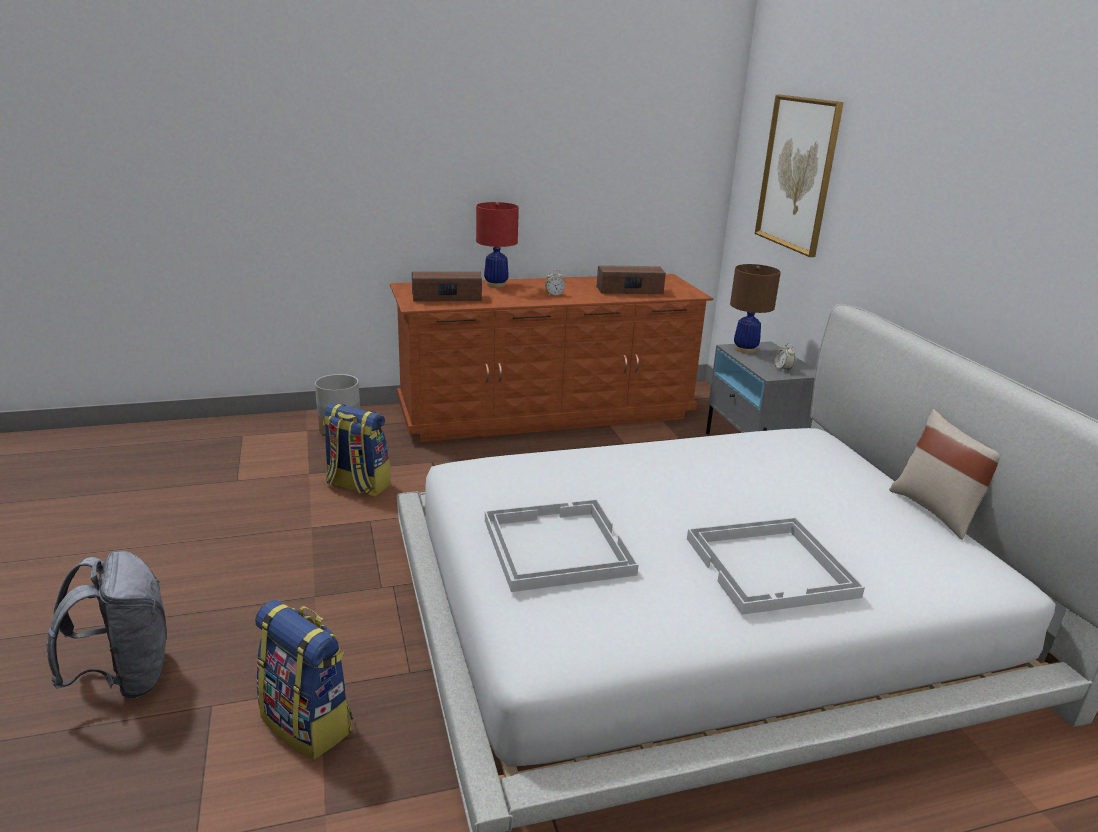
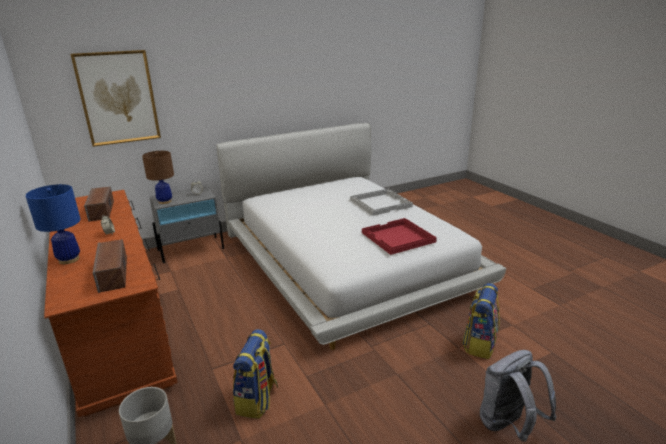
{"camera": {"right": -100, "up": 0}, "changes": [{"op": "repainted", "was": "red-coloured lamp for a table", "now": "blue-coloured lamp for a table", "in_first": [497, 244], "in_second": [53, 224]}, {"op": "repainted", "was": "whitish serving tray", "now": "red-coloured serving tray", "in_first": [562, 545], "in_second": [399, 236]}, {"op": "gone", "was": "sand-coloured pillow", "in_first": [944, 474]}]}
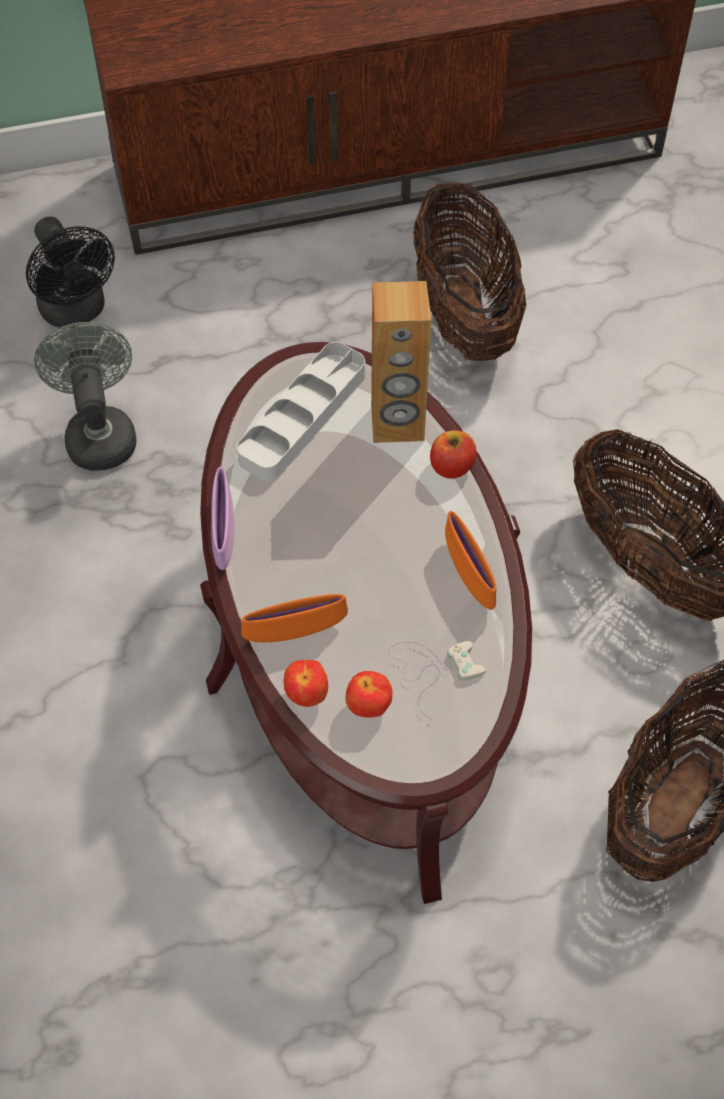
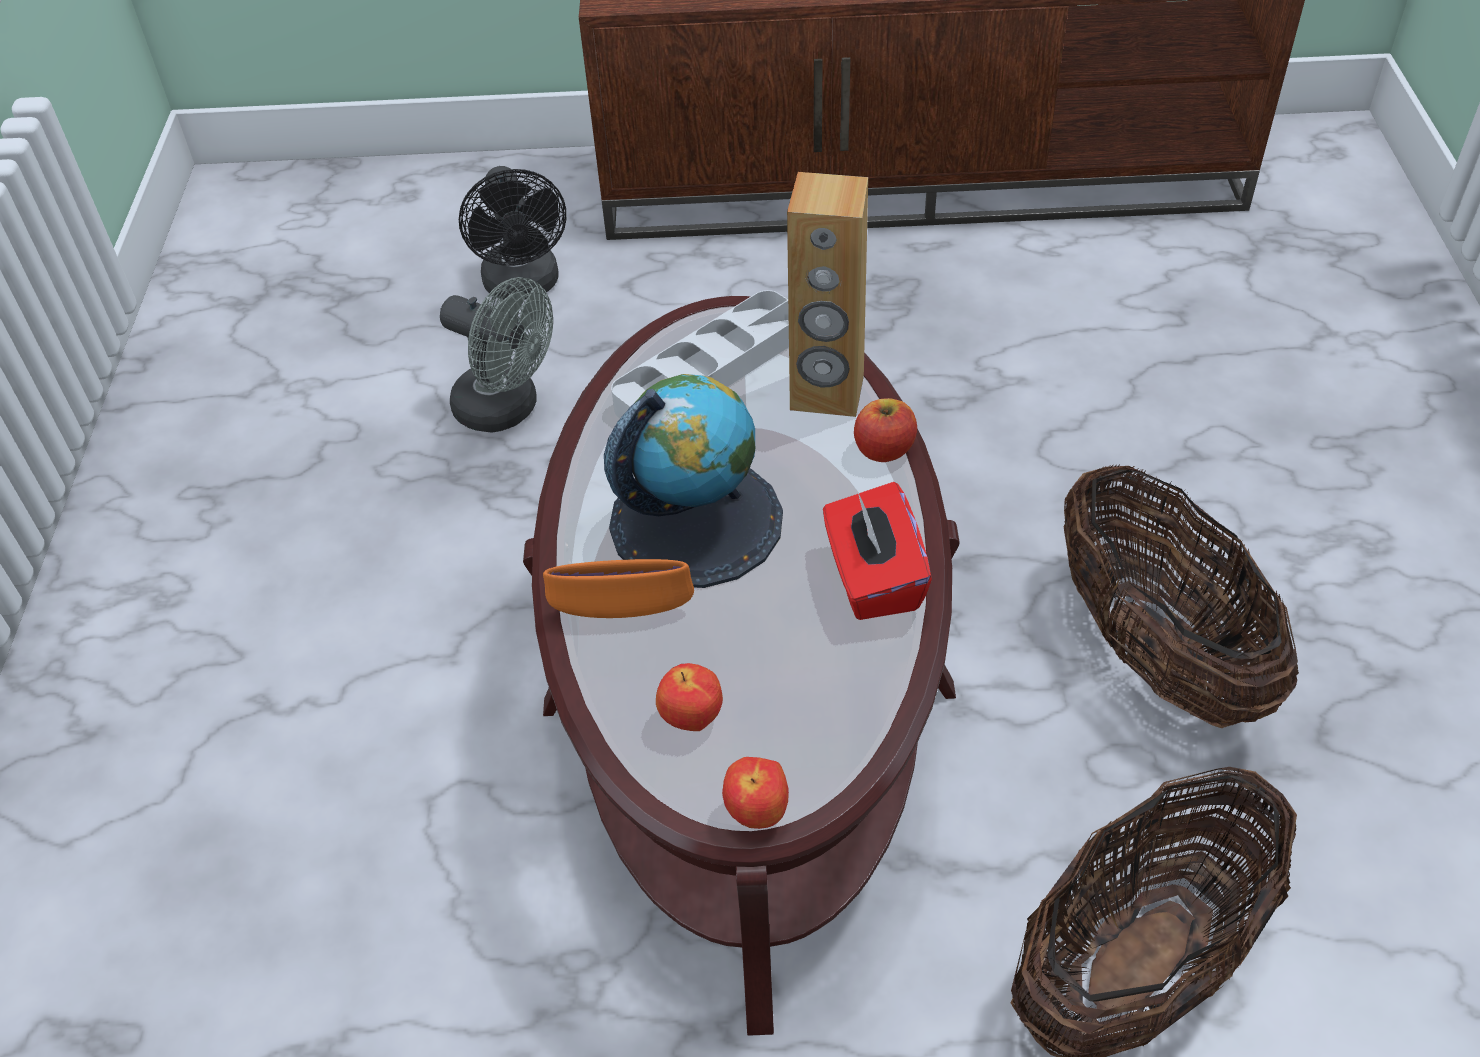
{"camera": {"right": 15, "up": -10}, "changes": [{"op": "rotated", "was": "greyish cooling fan", "in_first": [85, 396], "in_second": [496, 355], "clockwise": 120}, {"op": "new", "now": "world globe", "in_second": [693, 481]}, {"op": "shifted", "was": "apple fruit", "in_first": [306, 683], "in_second": [755, 793]}, {"op": "swapped", "was": "orange bowl", "now": "red-coloured tissue holder", "in_first": [470, 560], "in_second": [877, 551]}, {"op": "gone", "was": "purplish bowl", "in_first": [222, 518]}, {"op": "gone", "was": "whitish gamepad", "in_first": [437, 680]}, {"op": "gone", "was": "storage basket", "in_first": [469, 271]}]}
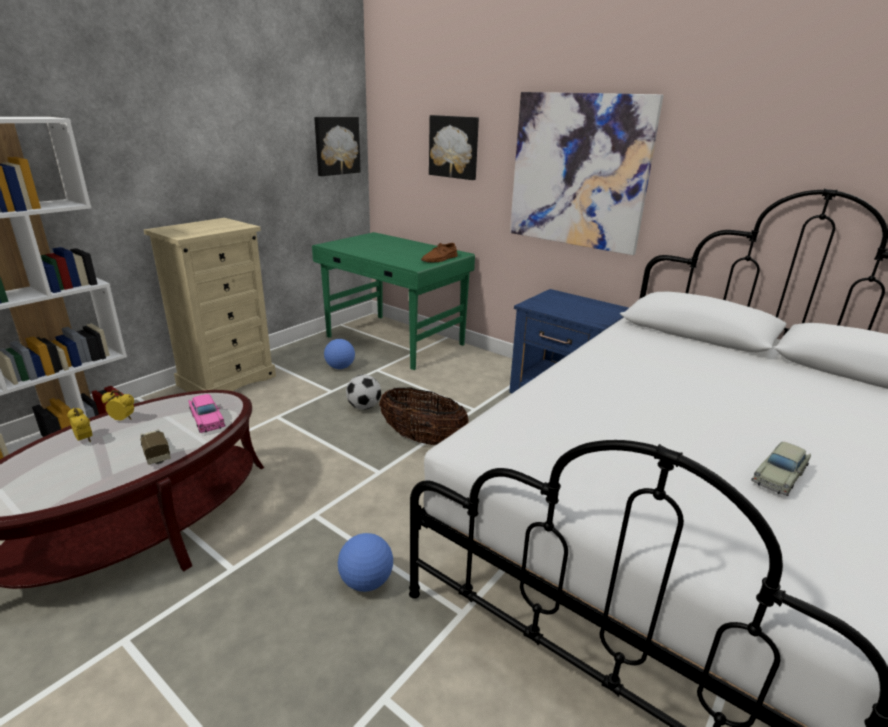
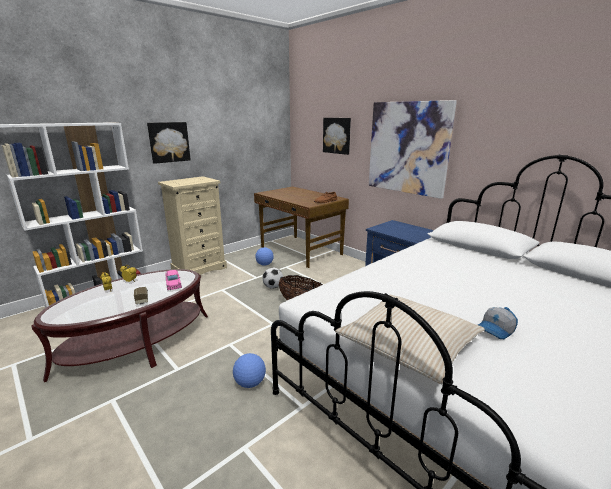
{"camera": {"right": 10, "up": -5}, "changes": [{"op": "shifted", "was": "picture", "in_first": [337, 146], "in_second": [169, 143]}, {"op": "repainted", "was": "green desk table", "now": "brownish desk table", "in_first": [393, 301], "in_second": [301, 227]}, {"op": "new", "now": "sand-coloured pillow", "in_second": [410, 339]}, {"op": "swapped", "was": "sand-coloured model car", "now": "baseball cap", "in_first": [781, 469], "in_second": [498, 323]}]}
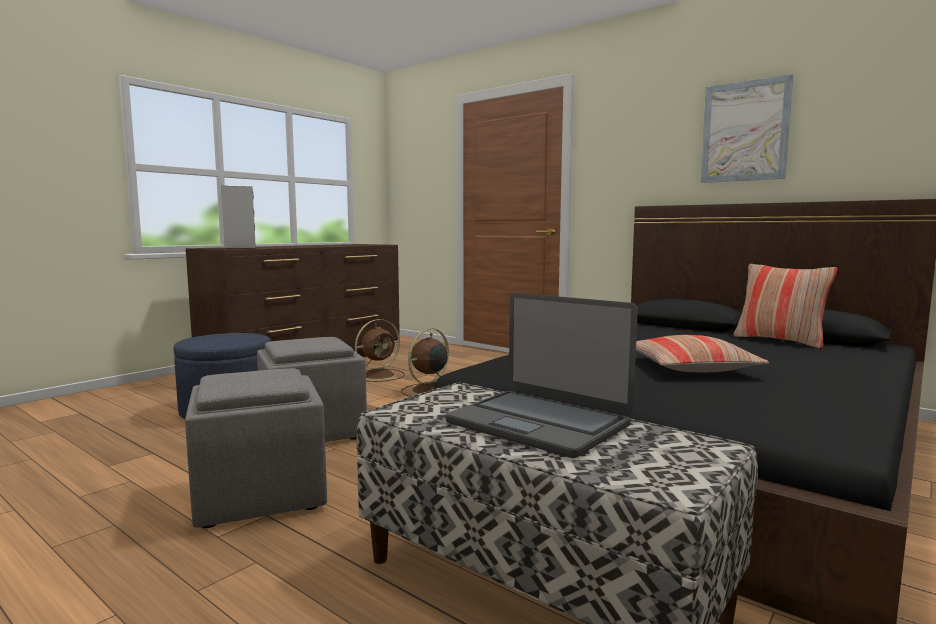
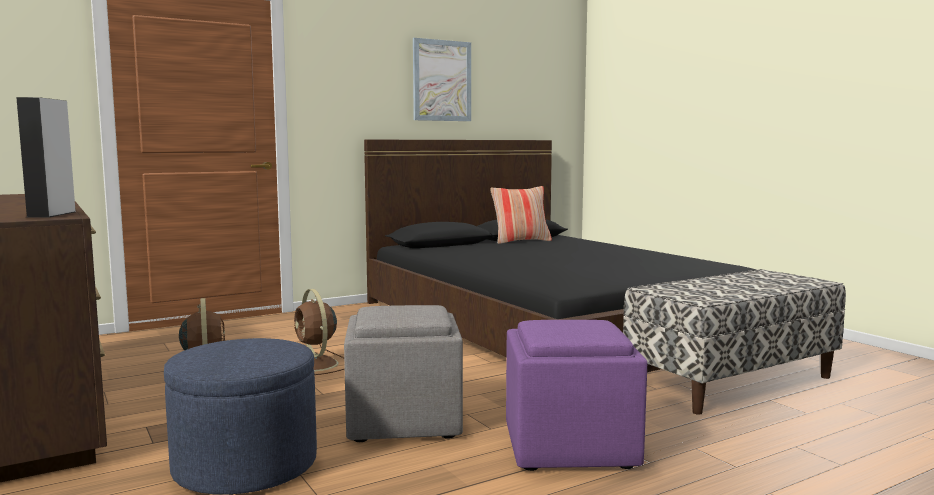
{"camera": {"right": -70, "up": 0}, "changes": [{"op": "repainted", "was": "greyish pouffe", "now": "purplish pouffe", "in_first": [256, 448], "in_second": [576, 395]}, {"op": "gone", "was": "laptop", "in_first": [542, 375]}, {"op": "gone", "was": "pillow", "in_first": [702, 353]}]}
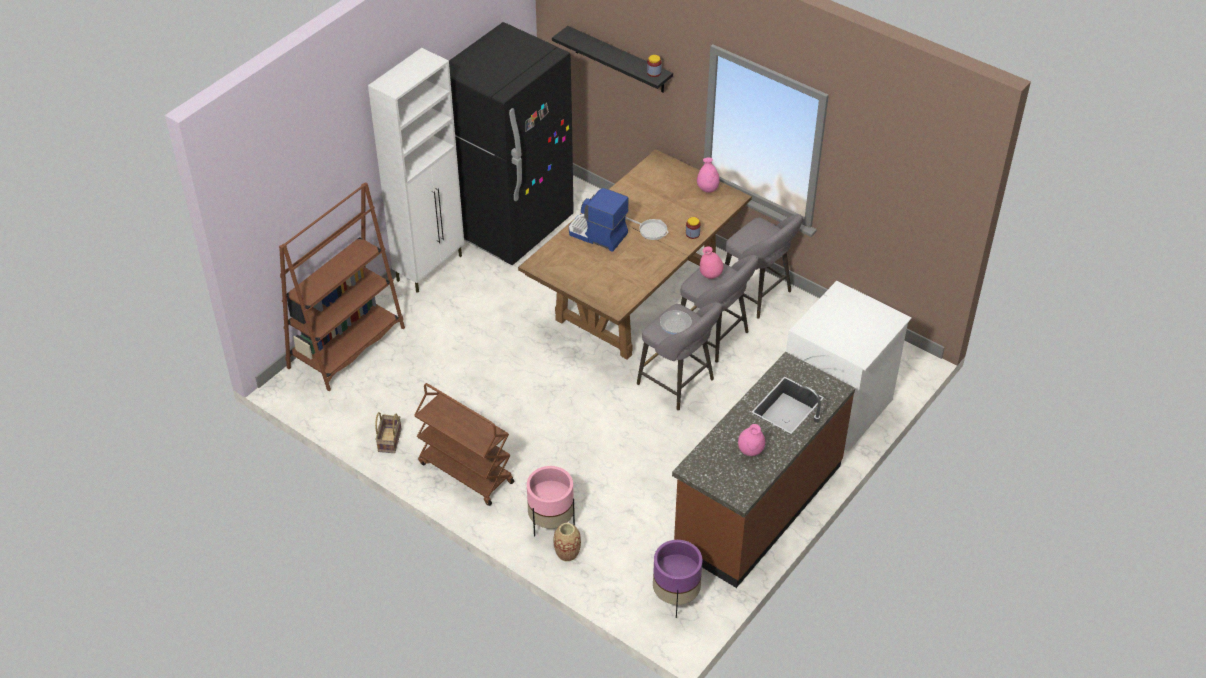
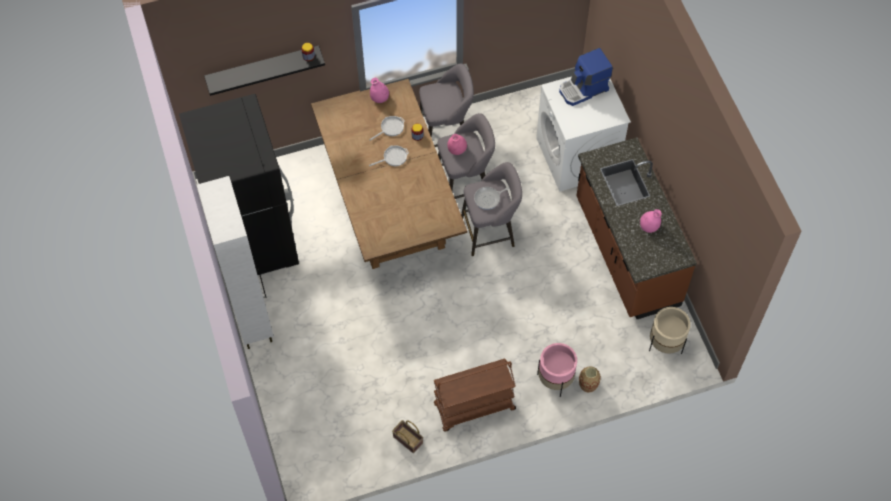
{"camera": {"right": -55, "up": 15}, "changes": [{"op": "new", "now": "pan", "in_second": [387, 128]}, {"op": "shifted", "was": "coffee maker", "in_first": [599, 220], "in_second": [586, 77]}, {"op": "repainted", "was": "purplish plant pot", "now": "sand-coloured plant pot", "in_first": [677, 579], "in_second": [670, 330]}, {"op": "gone", "was": "brownish bookcase", "in_first": [342, 286]}]}
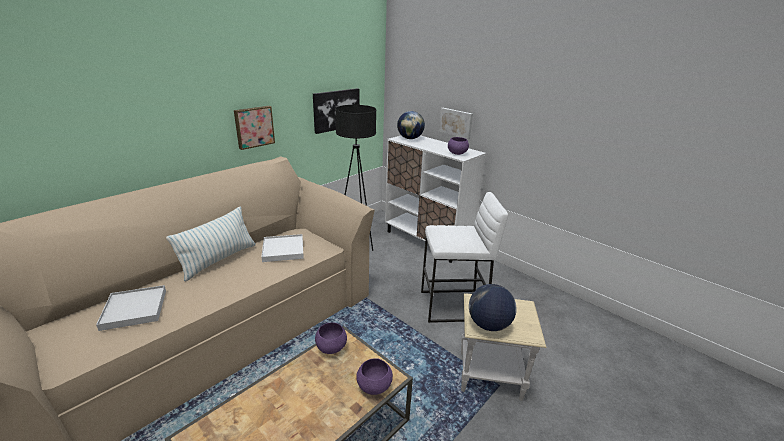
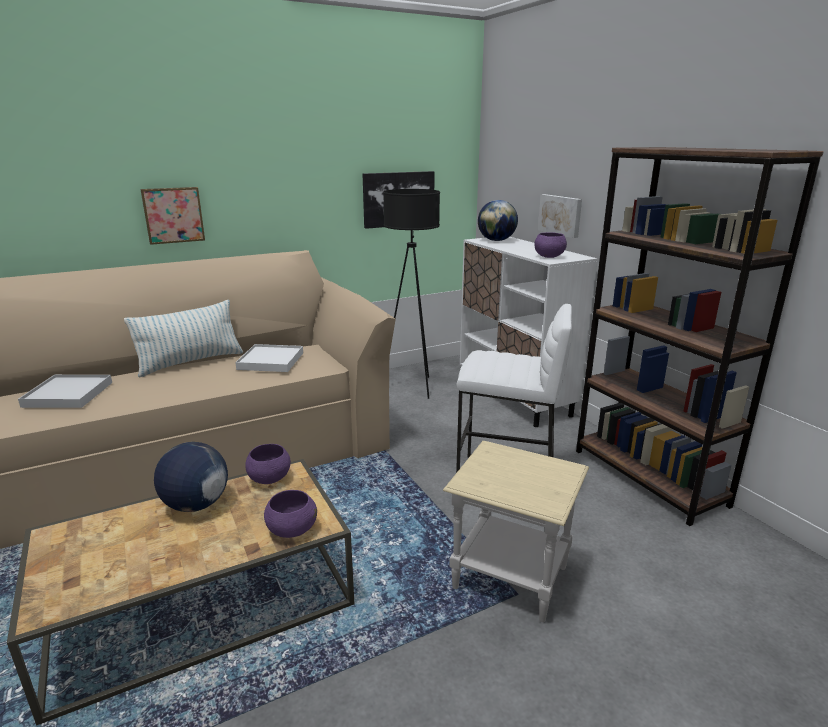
{"camera": {"right": 20, "up": -5}, "changes": [{"op": "shifted", "was": "picture", "in_first": [254, 128], "in_second": [172, 216]}, {"op": "shifted", "was": "world globe", "in_first": [493, 307], "in_second": [191, 477]}, {"op": "new", "now": "brownish bookcase", "in_second": [700, 336]}]}
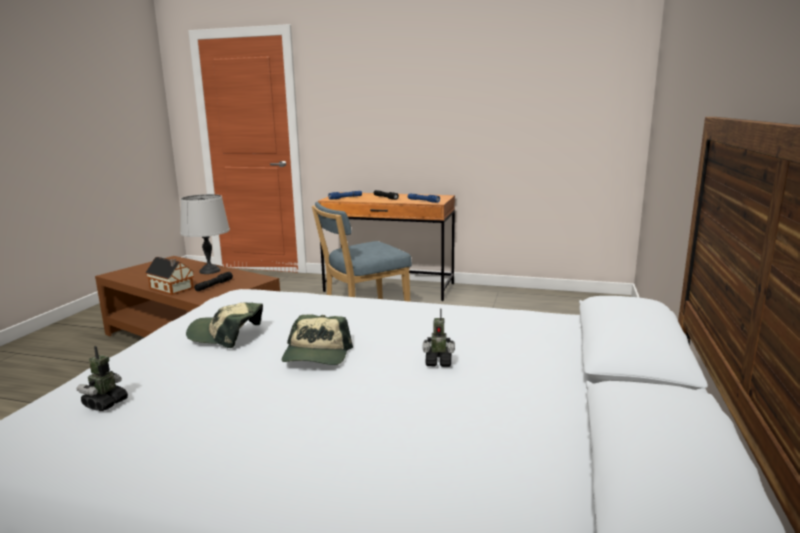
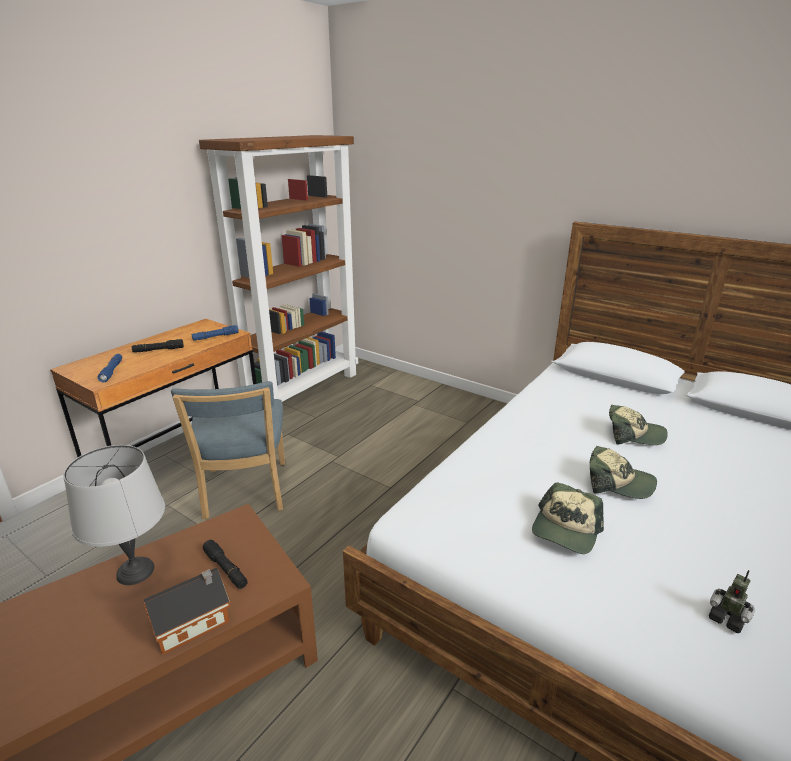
{"camera": {"right": -70, "up": 10}, "changes": [{"op": "new", "now": "brownish bookcase", "in_second": [278, 268]}, {"op": "swapped", "was": "model robot", "now": "baseball cap", "in_first": [438, 337], "in_second": [638, 425]}]}
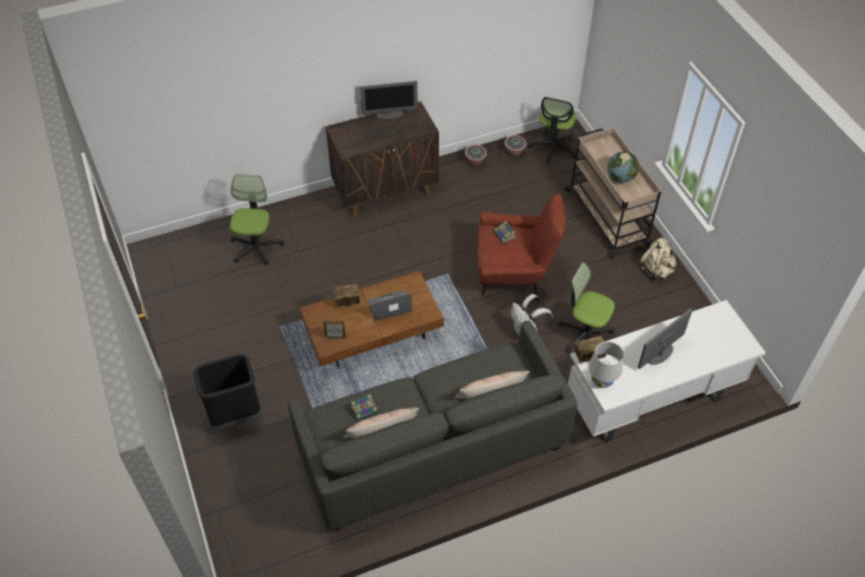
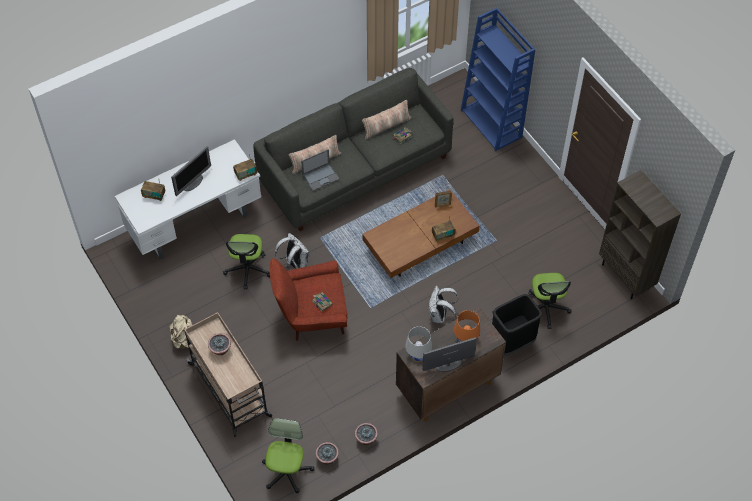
{"camera": {"right": 170, "up": 5}, "changes": [{"op": "new", "now": "radio receiver", "in_second": [153, 189]}, {"op": "swapped", "was": "world globe", "now": "plant in a pot", "in_first": [623, 167], "in_second": [219, 344]}, {"op": "rotated", "was": "office chair", "in_first": [586, 308], "in_second": [246, 261], "clockwise": 75}, {"op": "shifted", "was": "laptop", "in_first": [390, 305], "in_second": [320, 170]}, {"op": "shifted", "was": "whitish lamp for a table", "in_first": [606, 364], "in_second": [418, 344]}, {"op": "new", "now": "whitish knapsack", "in_second": [444, 304]}, {"op": "new", "now": "orange lamp for a table", "in_second": [467, 326]}, {"op": "new", "now": "blue-coloured bookcase", "in_second": [498, 79]}, {"op": "shifted", "was": "blackish rubbish bin", "in_first": [227, 391], "in_second": [517, 325]}, {"op": "new", "now": "brownish bookcase", "in_second": [640, 234]}]}
